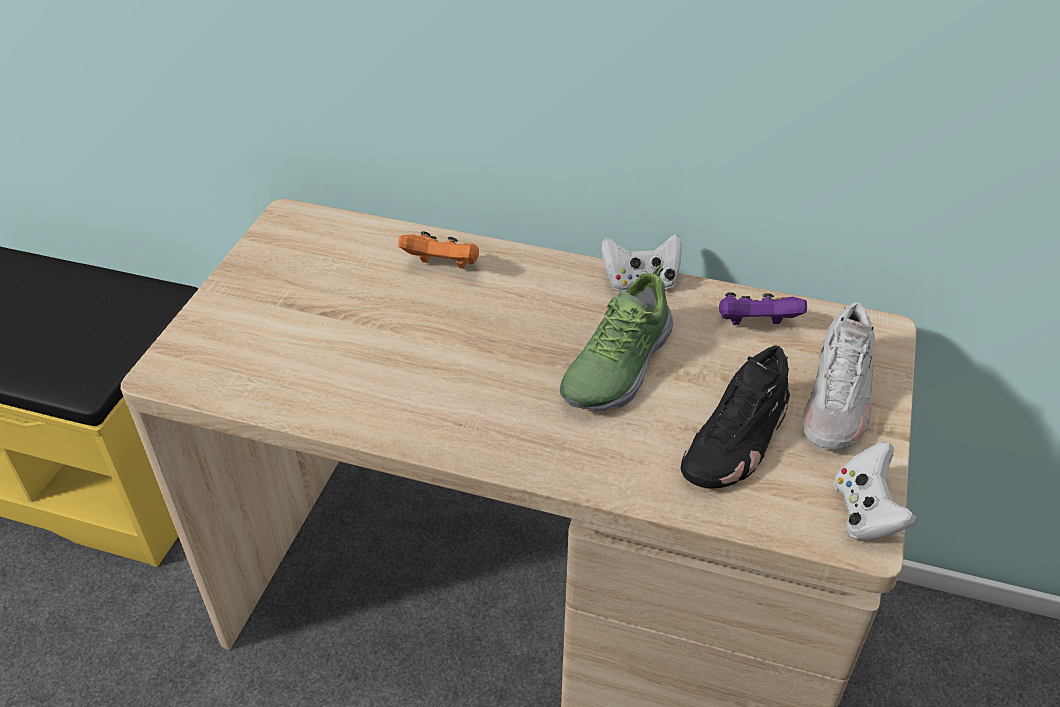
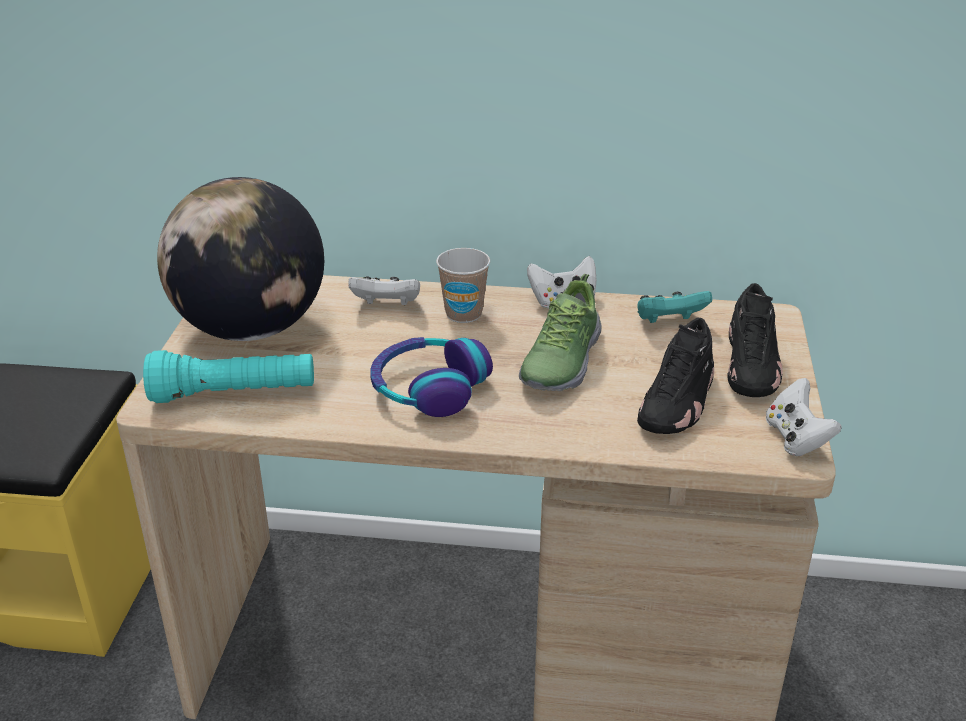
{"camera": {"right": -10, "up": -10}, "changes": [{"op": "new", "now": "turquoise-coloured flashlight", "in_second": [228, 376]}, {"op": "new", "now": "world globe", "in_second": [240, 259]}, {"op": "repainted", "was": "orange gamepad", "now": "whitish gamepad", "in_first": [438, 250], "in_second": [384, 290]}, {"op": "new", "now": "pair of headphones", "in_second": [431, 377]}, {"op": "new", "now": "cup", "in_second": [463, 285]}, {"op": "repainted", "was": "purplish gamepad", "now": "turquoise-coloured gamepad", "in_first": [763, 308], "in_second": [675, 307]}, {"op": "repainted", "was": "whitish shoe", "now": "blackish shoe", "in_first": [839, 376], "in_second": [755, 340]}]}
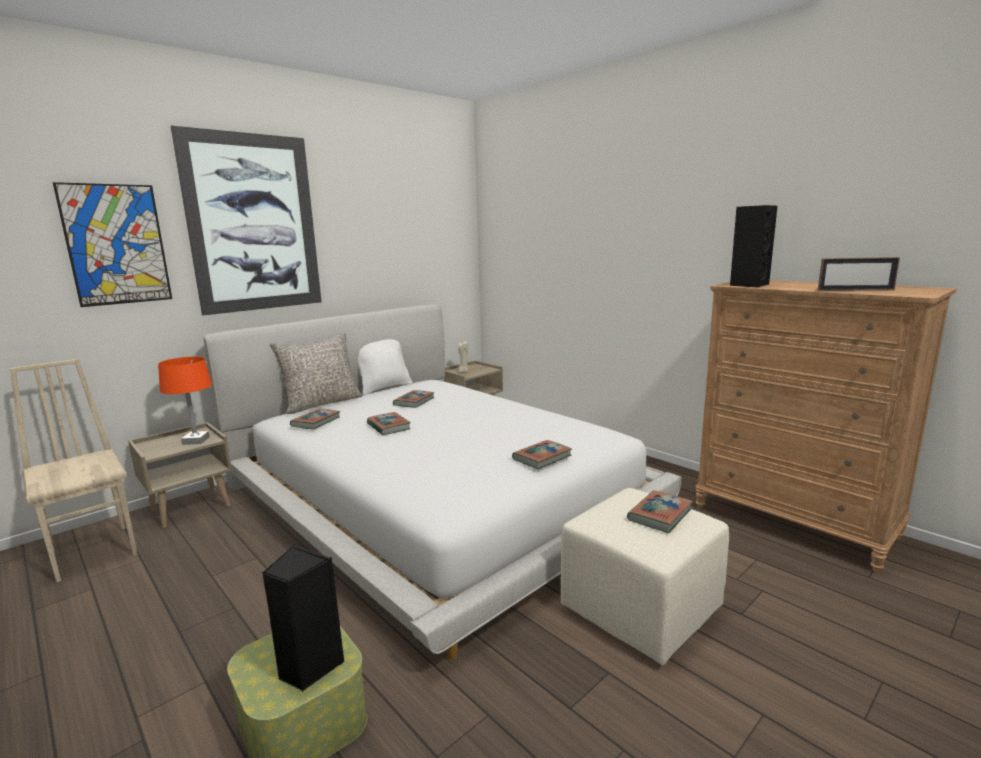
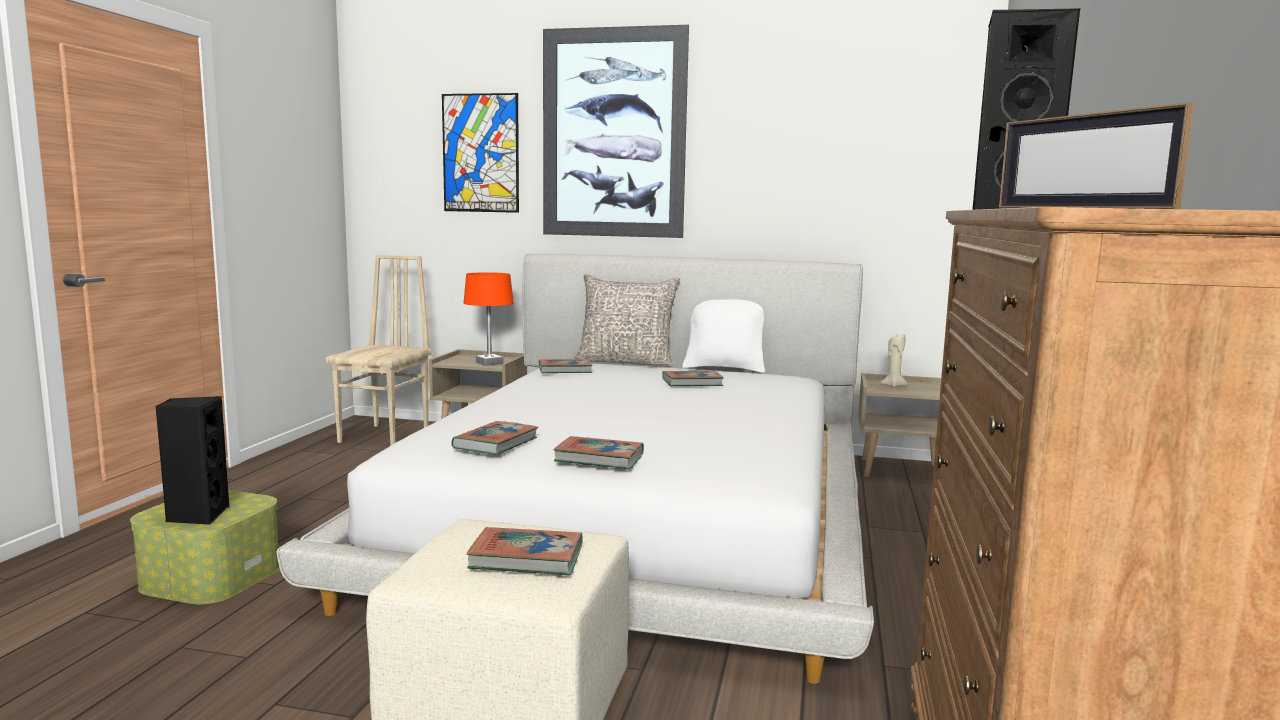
{"camera": {"right": 55, "up": -5}, "changes": [{"op": "shifted", "was": "book", "in_first": [389, 423], "in_second": [494, 438]}]}
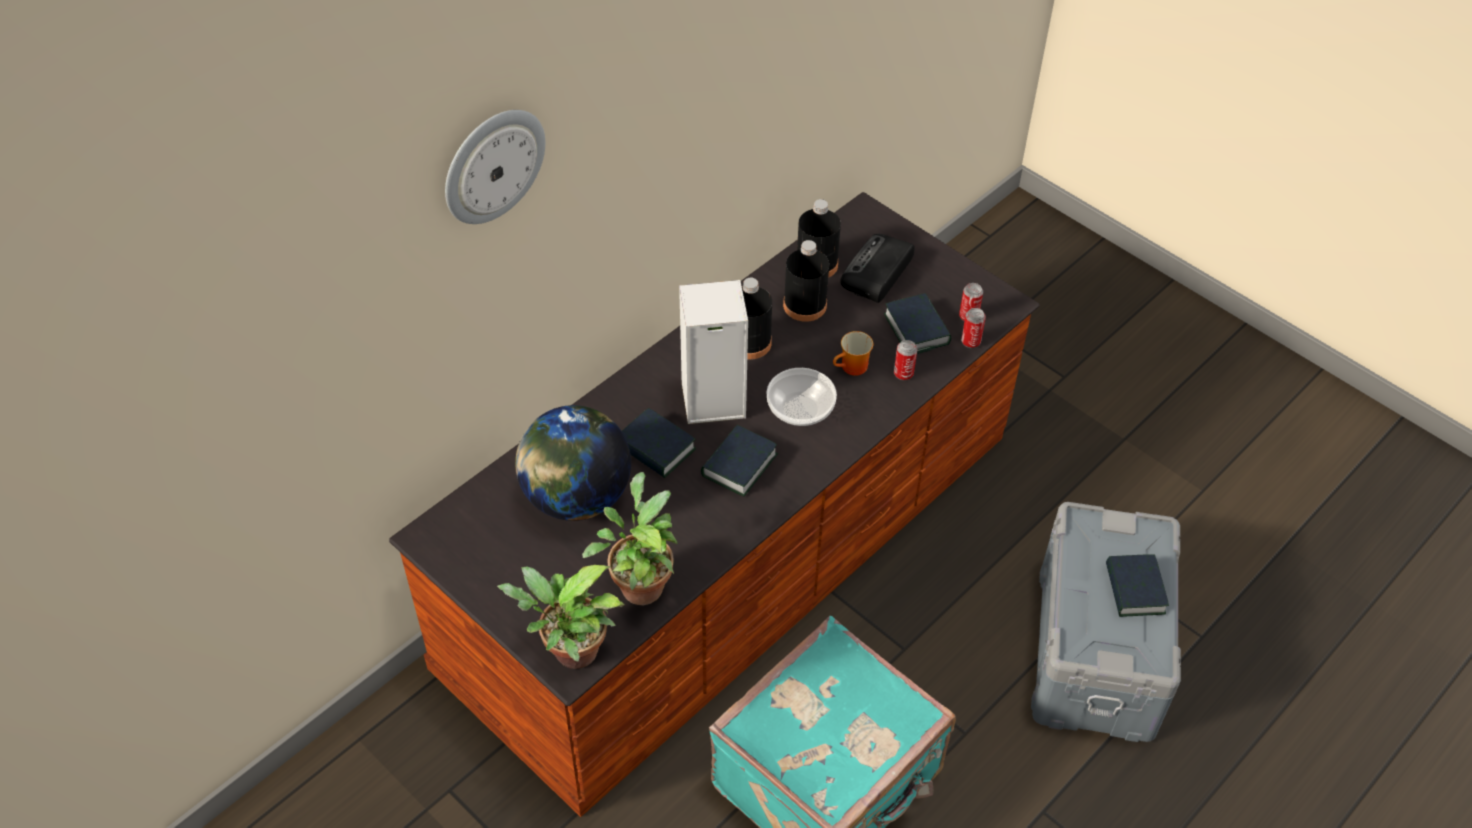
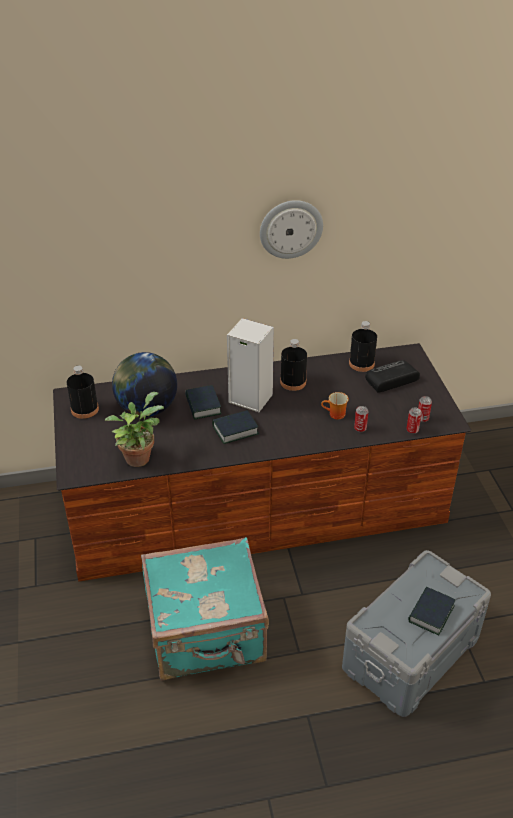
{"camera": {"right": 35, "up": -10}, "changes": [{"op": "shifted", "was": "blackish drink bottle", "in_first": [806, 281], "in_second": [83, 392]}, {"op": "shifted", "was": "wall clock", "in_first": [495, 167], "in_second": [291, 229]}, {"op": "gone", "was": "plant in a pot", "in_first": [560, 617]}, {"op": "gone", "was": "bowl", "in_first": [802, 397]}, {"op": "gone", "was": "book", "in_first": [917, 323]}]}
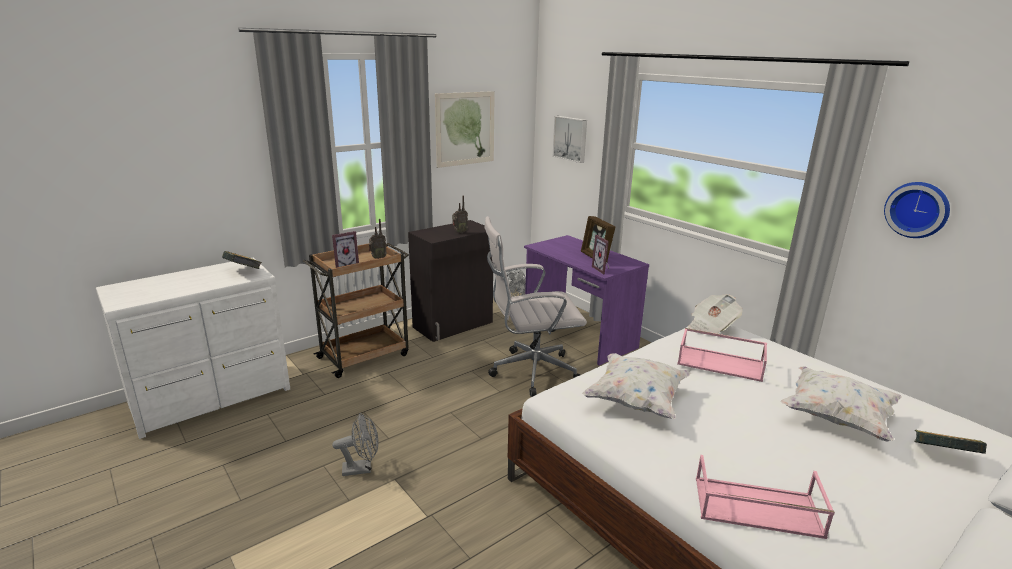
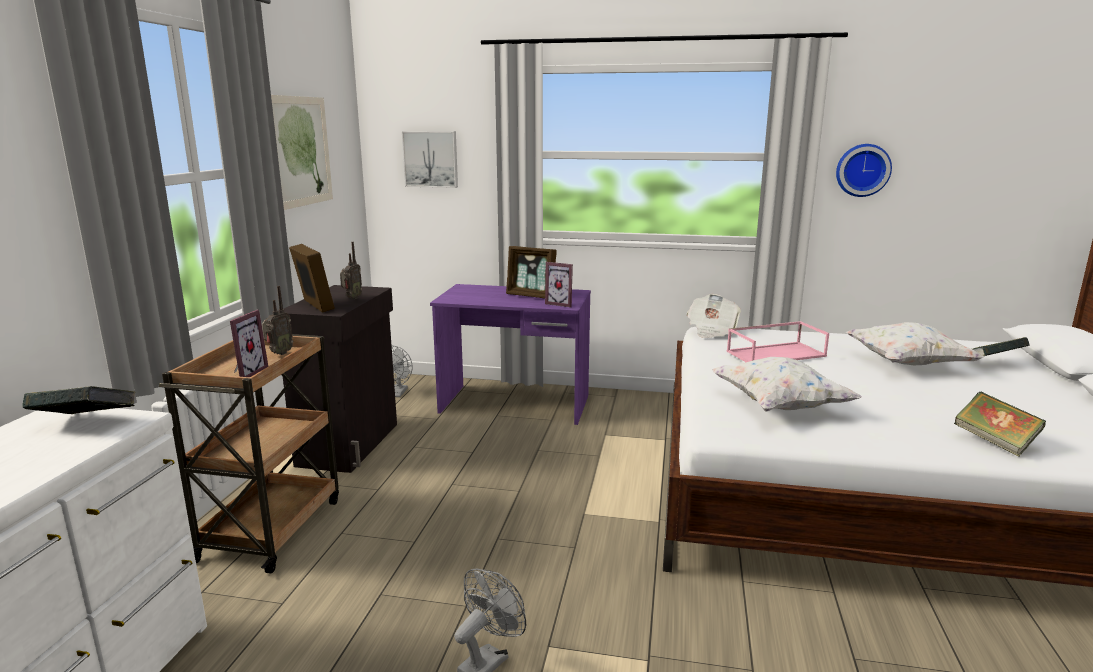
{"camera": {"right": -40, "up": -5}, "changes": [{"op": "new", "now": "standing frame", "in_second": [312, 278]}, {"op": "swapped", "was": "pinkish serving tray", "now": "book", "in_first": [765, 497], "in_second": [1000, 424]}, {"op": "gone", "was": "whitish office chair", "in_first": [535, 306]}]}
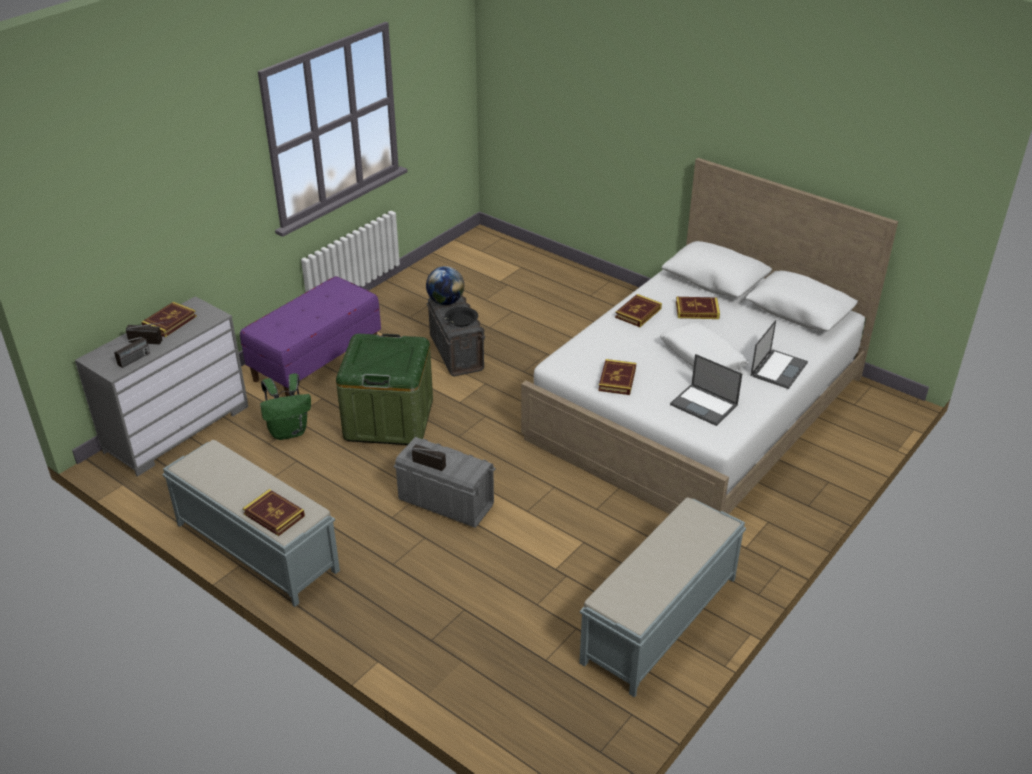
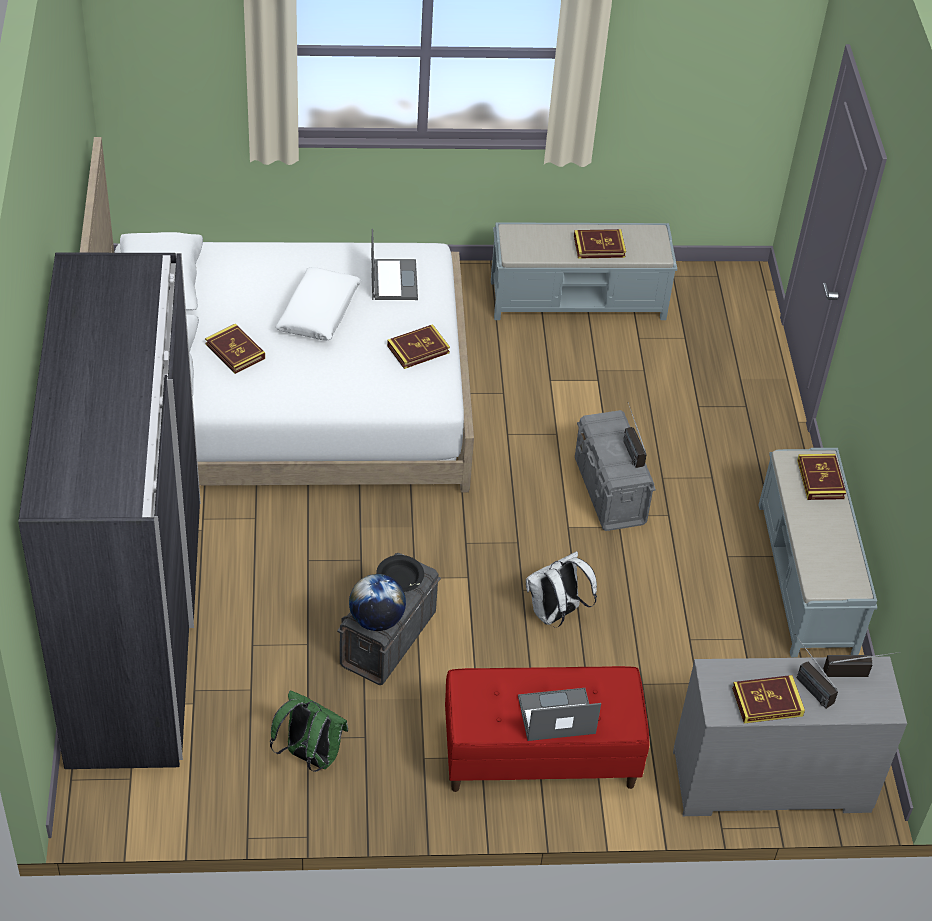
{"camera": {"right": -135, "up": 10}, "changes": [{"op": "new", "now": "greyish clothes cupboard", "in_second": [109, 510]}, {"op": "shifted", "was": "green knapsack", "in_first": [285, 406], "in_second": [309, 731]}, {"op": "repainted", "was": "purplish indoor bench", "now": "red-coloured indoor bench", "in_first": [310, 336], "in_second": [547, 729]}, {"op": "shifted", "was": "laptop", "in_first": [779, 354], "in_second": [559, 714]}, {"op": "swapped", "was": "green storage box", "now": "whitish knapsack", "in_first": [384, 389], "in_second": [561, 589]}, {"op": "shifted", "was": "book", "in_first": [638, 310], "in_second": [600, 244]}]}
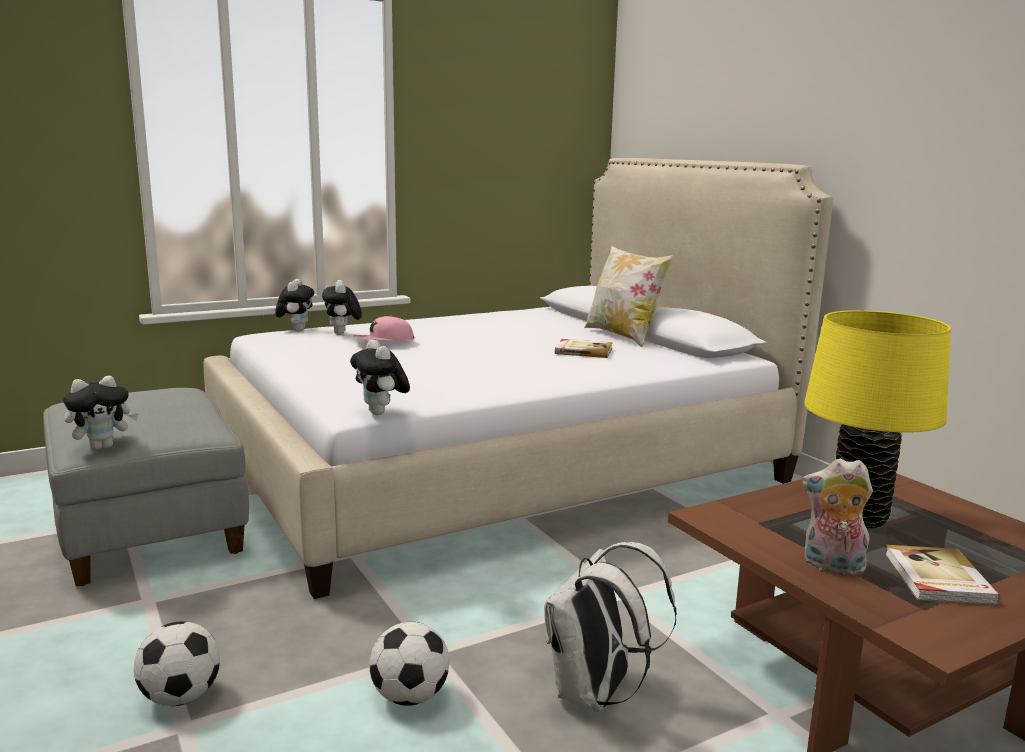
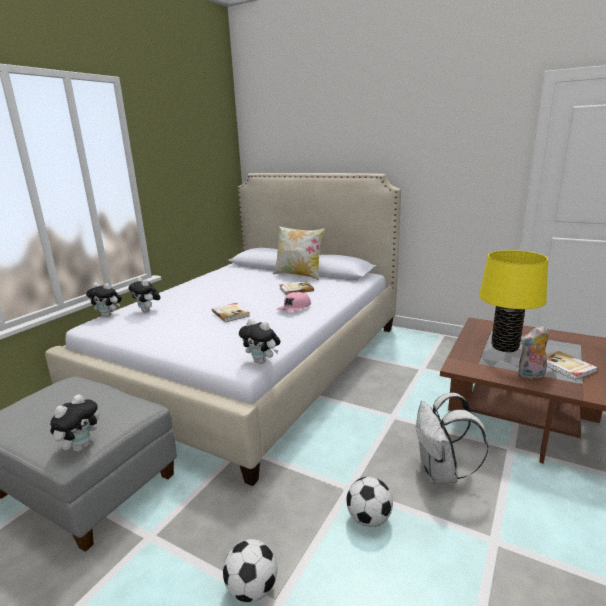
{"camera": {"right": -30, "up": 5}, "changes": [{"op": "rotated", "was": "cuddly toy", "in_first": [294, 305], "in_second": [104, 299], "clockwise": 135}, {"op": "new", "now": "book", "in_second": [231, 312]}, {"op": "shifted", "was": "pinkish baseball cap", "in_first": [384, 328], "in_second": [294, 301]}]}
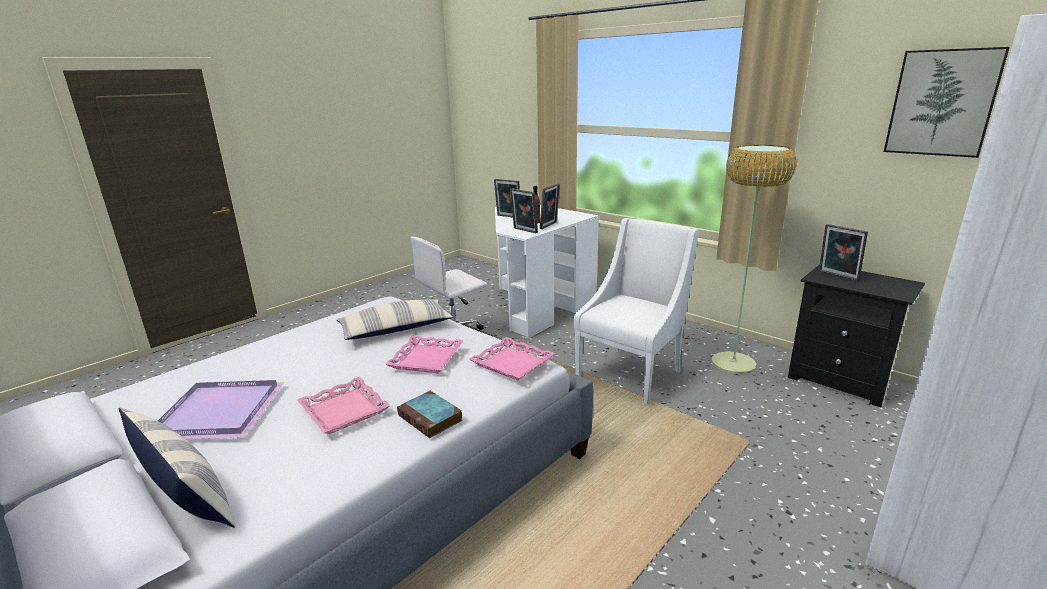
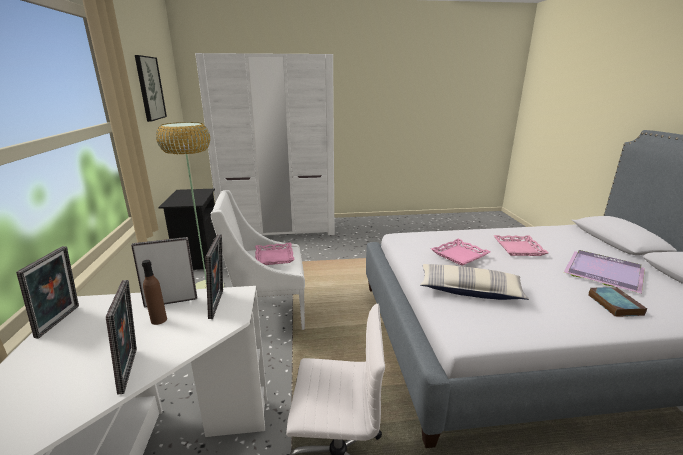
{"camera": {"right": -140, "up": 0}, "changes": [{"op": "shifted", "was": "standing frame", "in_first": [843, 252], "in_second": [47, 292]}, {"op": "shifted", "was": "pinkish serving tray", "in_first": [512, 359], "in_second": [275, 254]}, {"op": "shifted", "was": "book", "in_first": [430, 414], "in_second": [618, 302]}, {"op": "gone", "was": "pillow", "in_first": [177, 467]}]}
